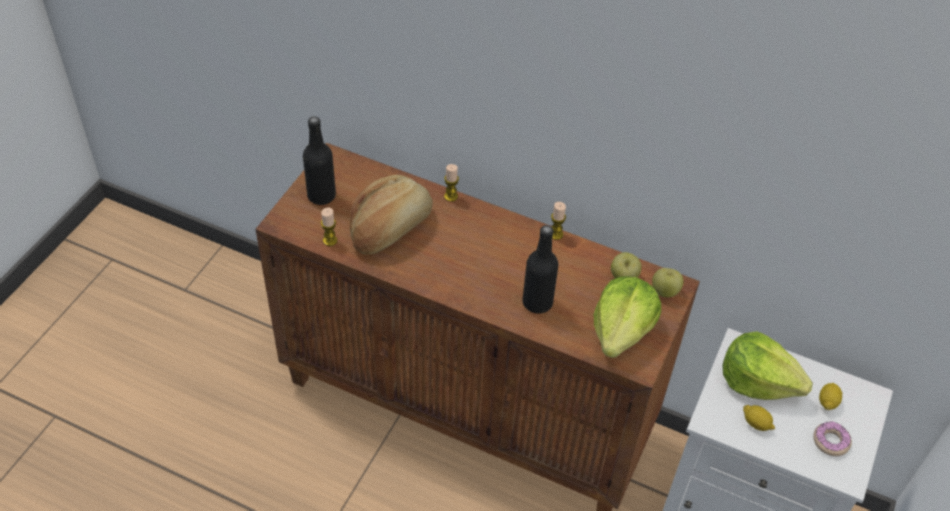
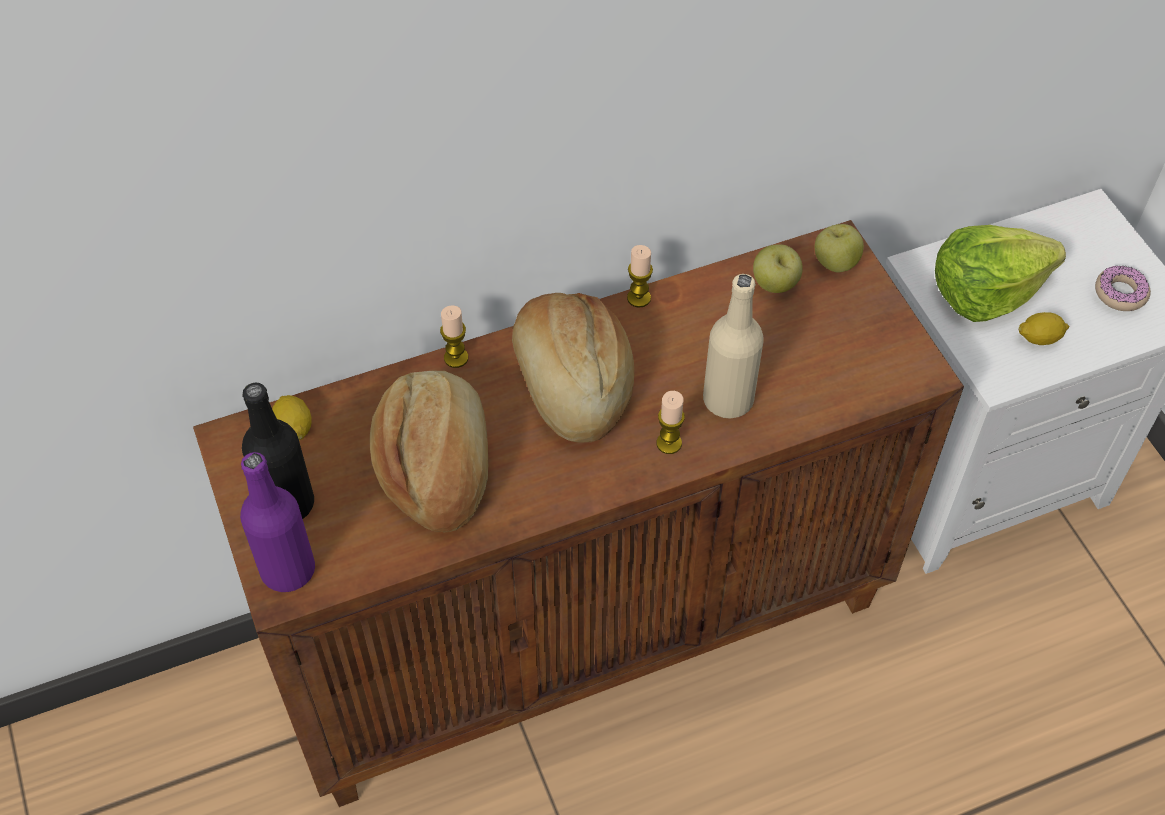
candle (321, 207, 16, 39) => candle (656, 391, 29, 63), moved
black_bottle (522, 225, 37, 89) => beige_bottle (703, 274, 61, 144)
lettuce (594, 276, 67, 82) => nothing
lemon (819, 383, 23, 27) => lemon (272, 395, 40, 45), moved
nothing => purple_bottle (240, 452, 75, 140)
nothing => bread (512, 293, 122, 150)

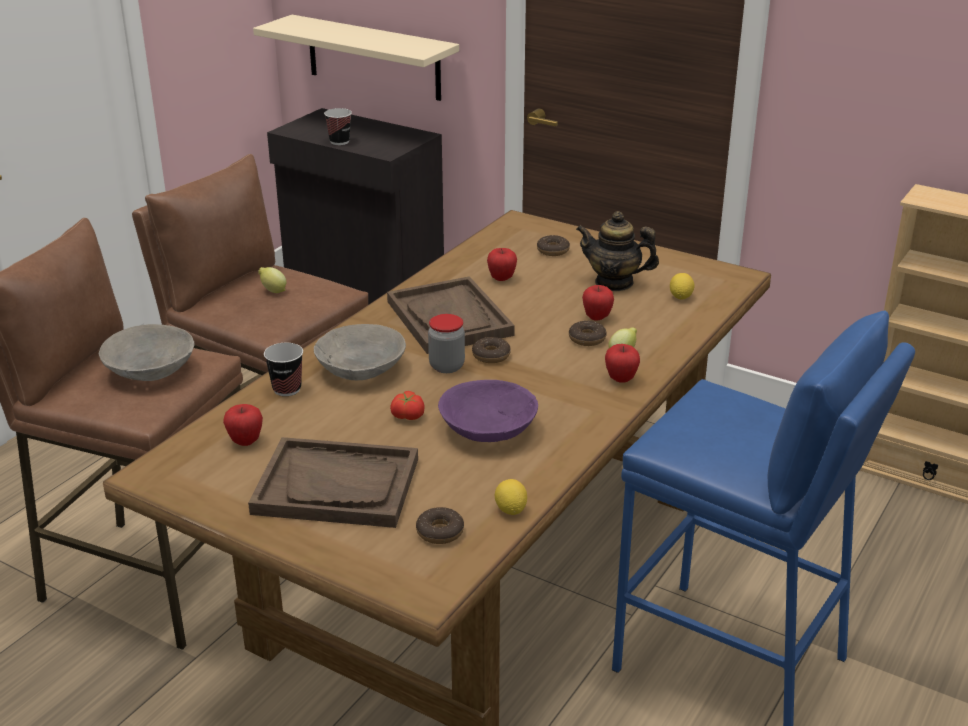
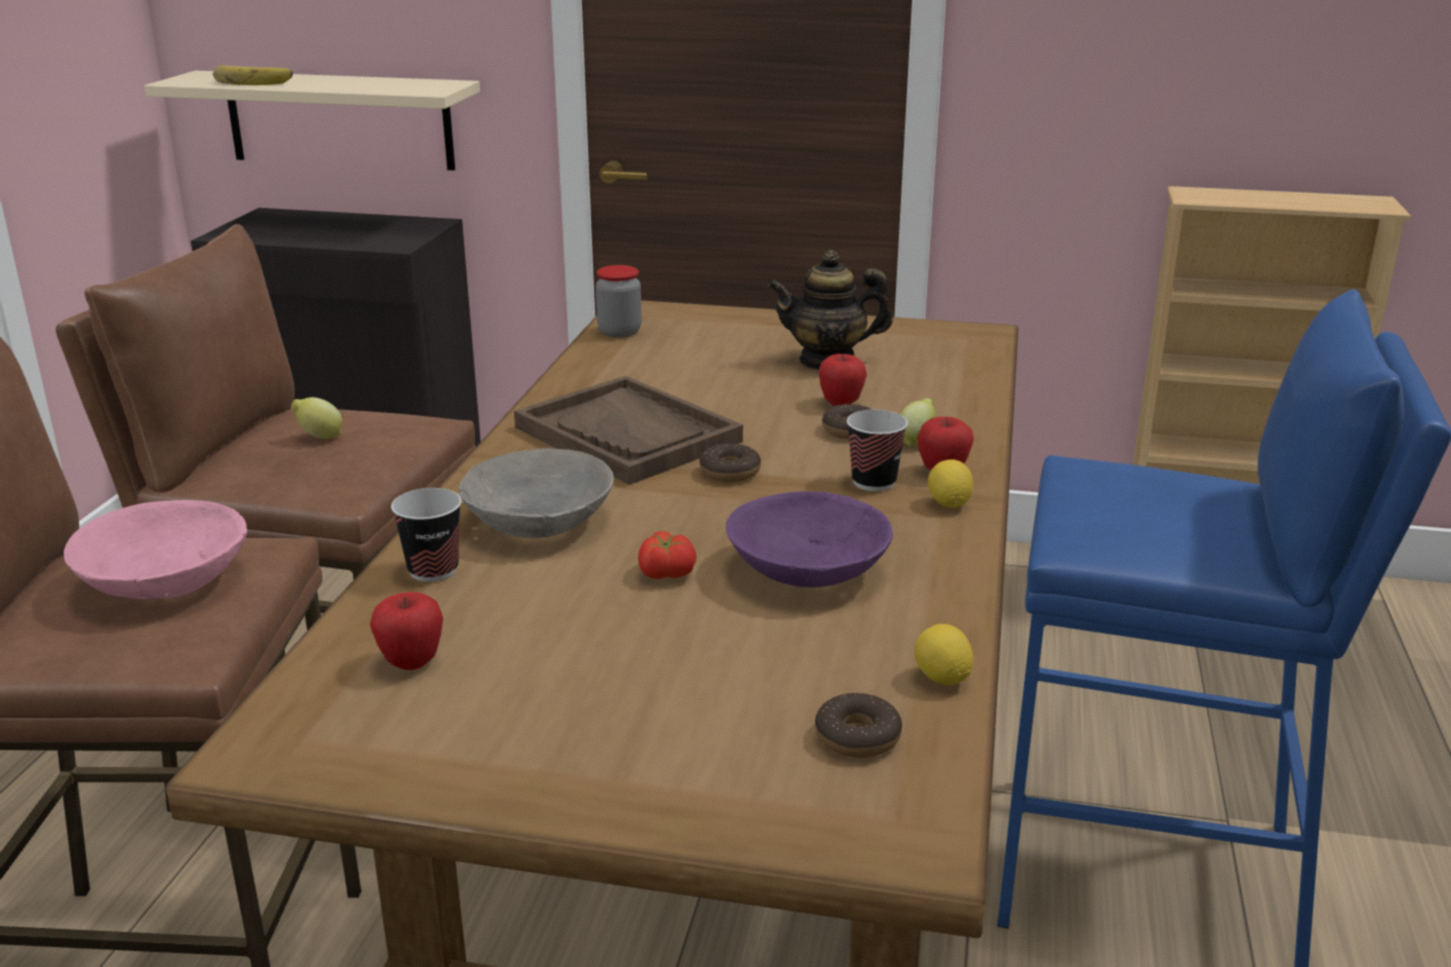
grey_bowl (99, 324, 95, 57) => pink_bowl (64, 500, 183, 99)
brown_tray (248, 437, 170, 91) => nothing
cup (324, 108, 28, 37) => cup (847, 410, 61, 81), moved
jar (428, 314, 37, 59) => jar (596, 265, 46, 73), moved
apple (487, 248, 30, 33) => nothing
donut (537, 235, 33, 21) => nothing
lemon (670, 273, 25, 27) => lemon (928, 460, 45, 48), moved
nothing => banana (213, 65, 80, 20)

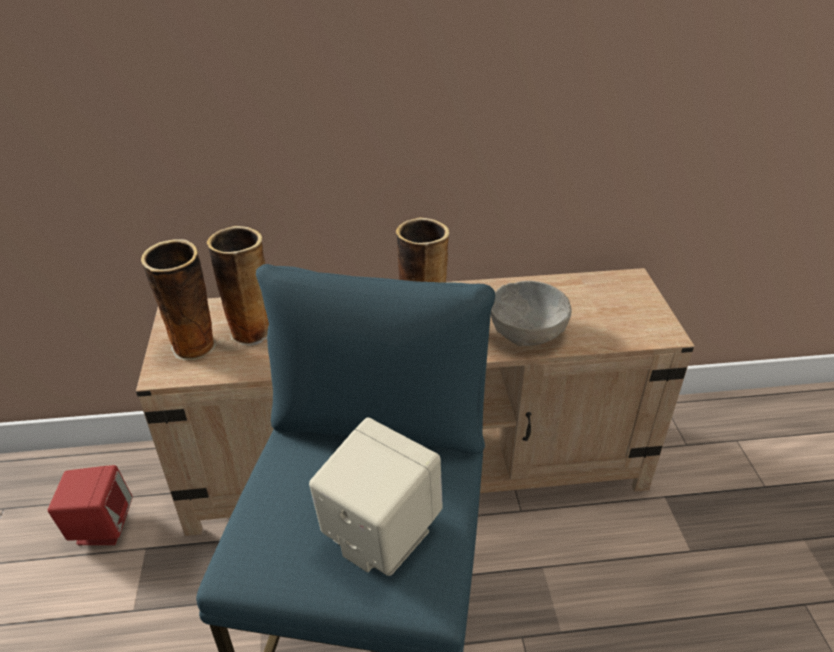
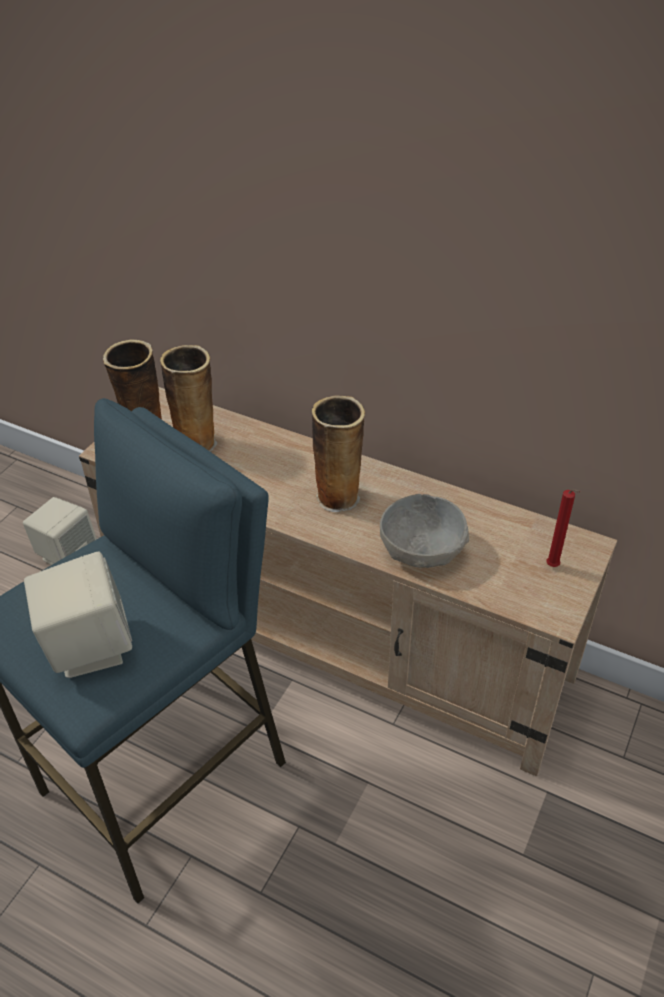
red_speaker (48, 465, 85, 80) => beige_speaker (23, 497, 74, 68)
nothing => red_candle (546, 489, 35, 78)

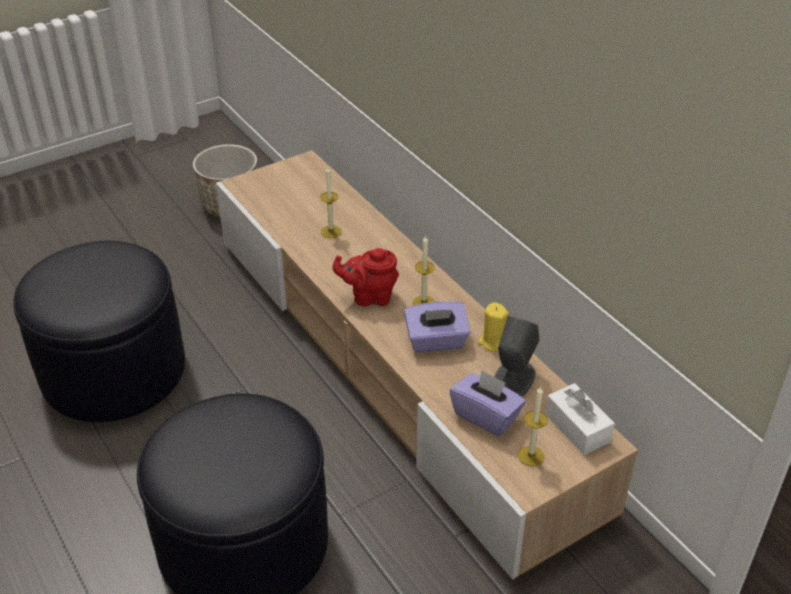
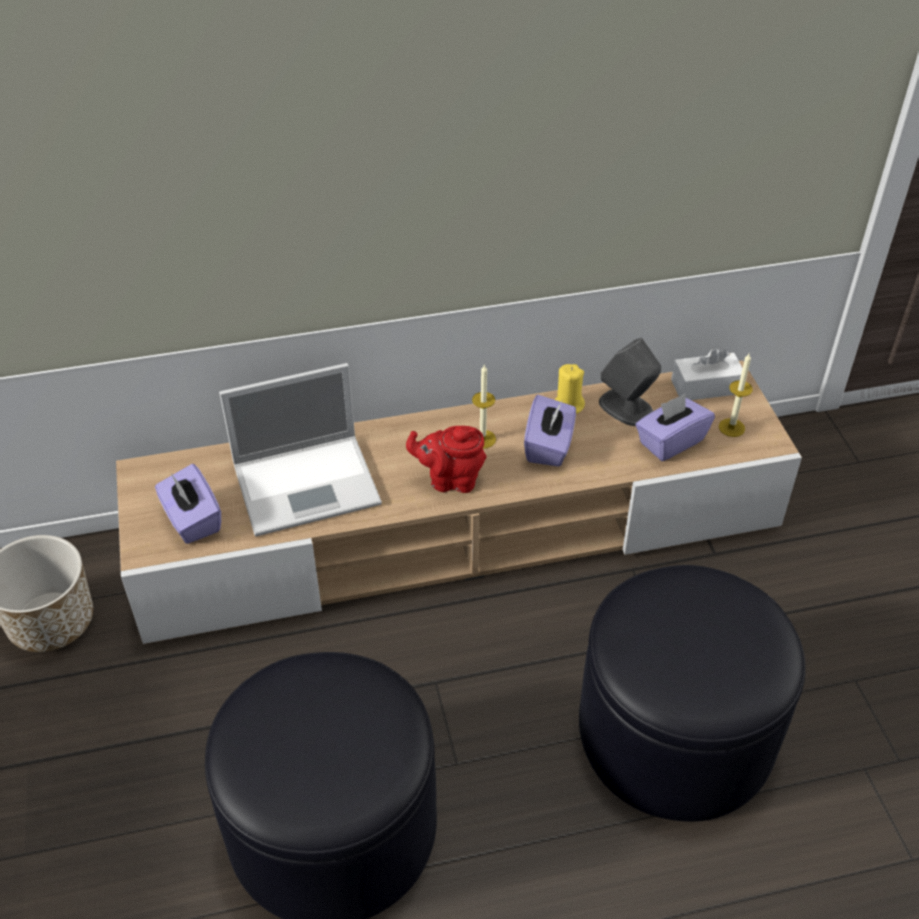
candle (320, 167, 22, 71) => laptop (219, 363, 163, 174)
red_teapot (332, 248, 67, 58) => red_teapot (406, 426, 80, 67), 75 degrees clockwise
nothing => purple_tissue_box (155, 464, 66, 80)

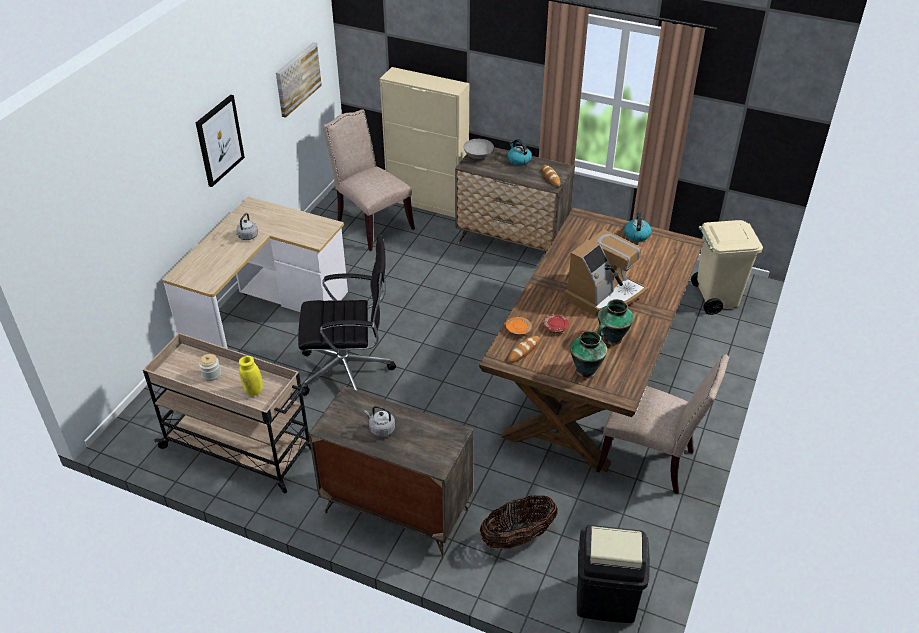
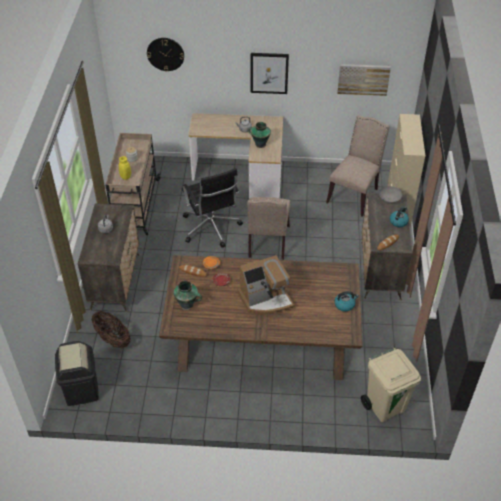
coffee_machine (564, 229, 84, 87) => coffee_machine (237, 255, 57, 60), 45 degrees counterclockwise
beige_chair (596, 355, 133, 139) => beige_chair (247, 197, 43, 63), moved
vase (597, 299, 37, 46) => vase (248, 122, 23, 26), moved
nothing => wall_clock (147, 38, 37, 34)

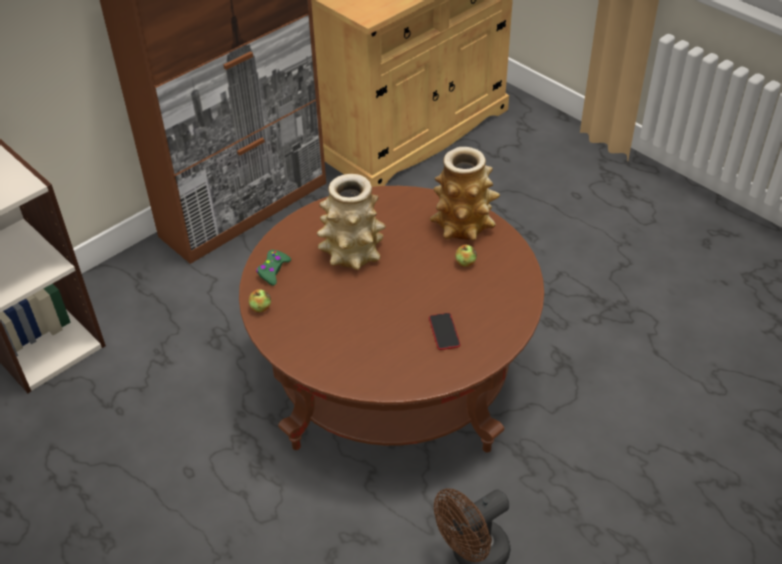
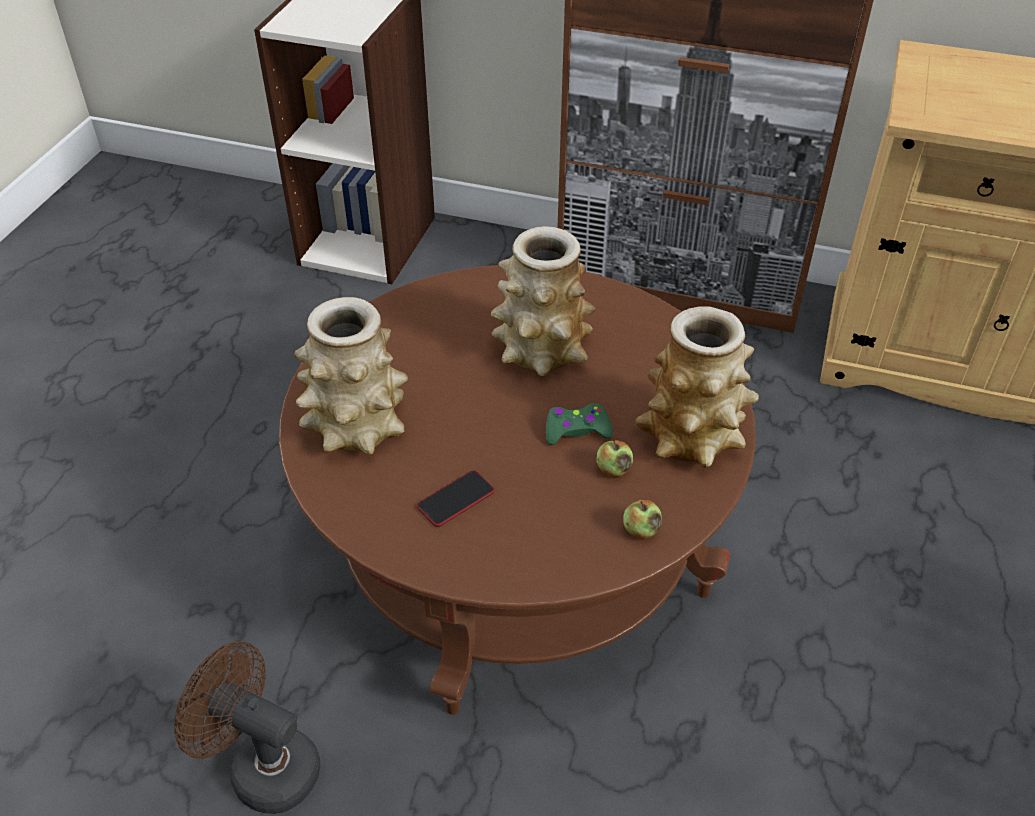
apple (249, 289, 22, 24) => apple (623, 500, 39, 39), moved
green_game_controller (256, 250, 35, 36) => green_game_controller (546, 403, 67, 42), moved
nothing => vase (294, 297, 114, 158)

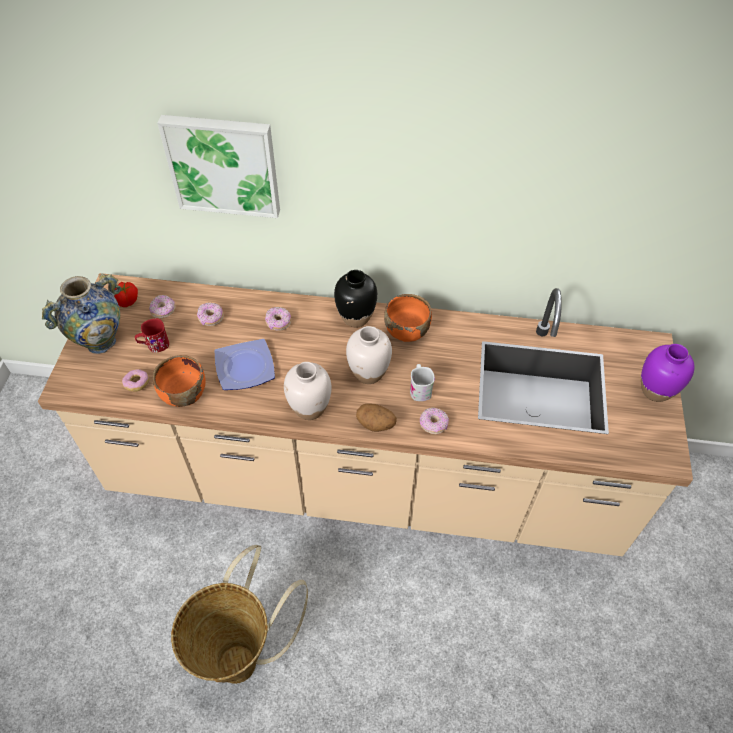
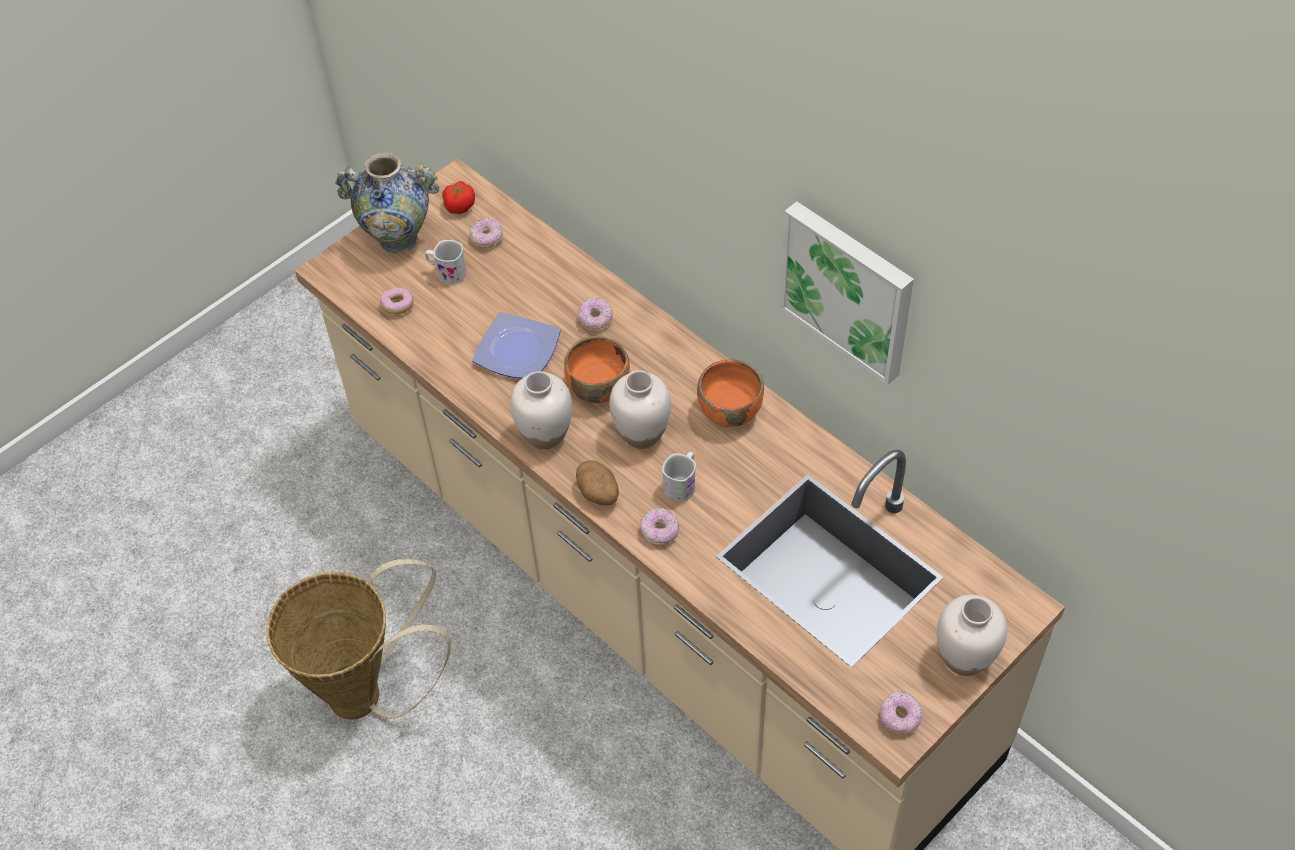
red_mug (135, 318, 34, 35) => white_mug (425, 240, 41, 44)
orange_bowl (153, 355, 53, 52) => orange_bowl (564, 336, 66, 67), moved
picture (157, 115, 123, 103) => picture (779, 201, 135, 184), moved
donut (197, 303, 27, 23) => donut (880, 691, 43, 43), moved
black_vase (334, 270, 43, 58) => nothing
purple_vase (641, 344, 54, 58) => white_vase (937, 595, 70, 81)

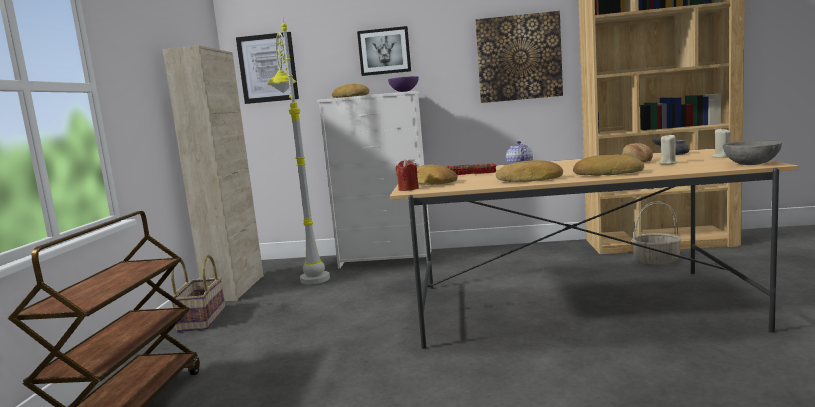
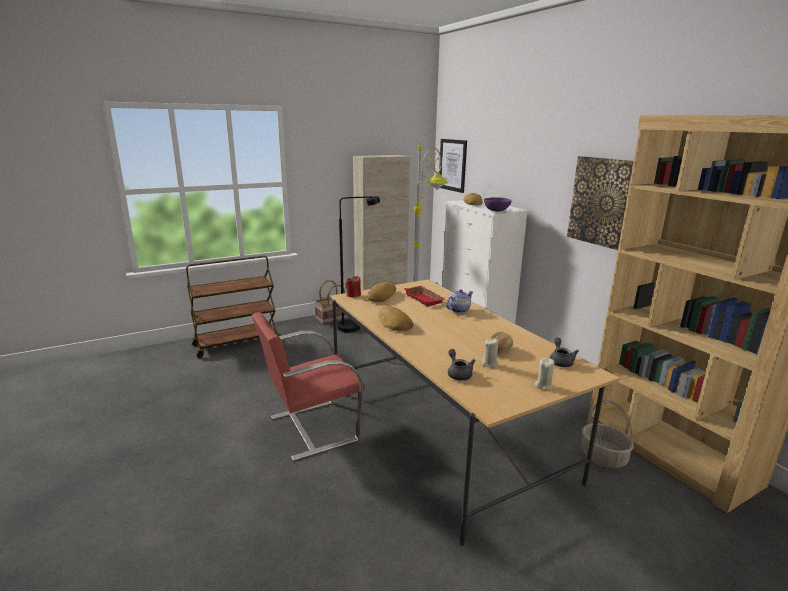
picture (357, 26, 54, 50) => nothing
bread (573, 155, 71, 21) => nothing
grey_bowl (723, 141, 59, 24) => nothing
nothing => red_chair (252, 312, 113, 149)
nothing => black_floor_lamp (337, 196, 43, 137)
nothing => grey_teapot (448, 349, 28, 32)

